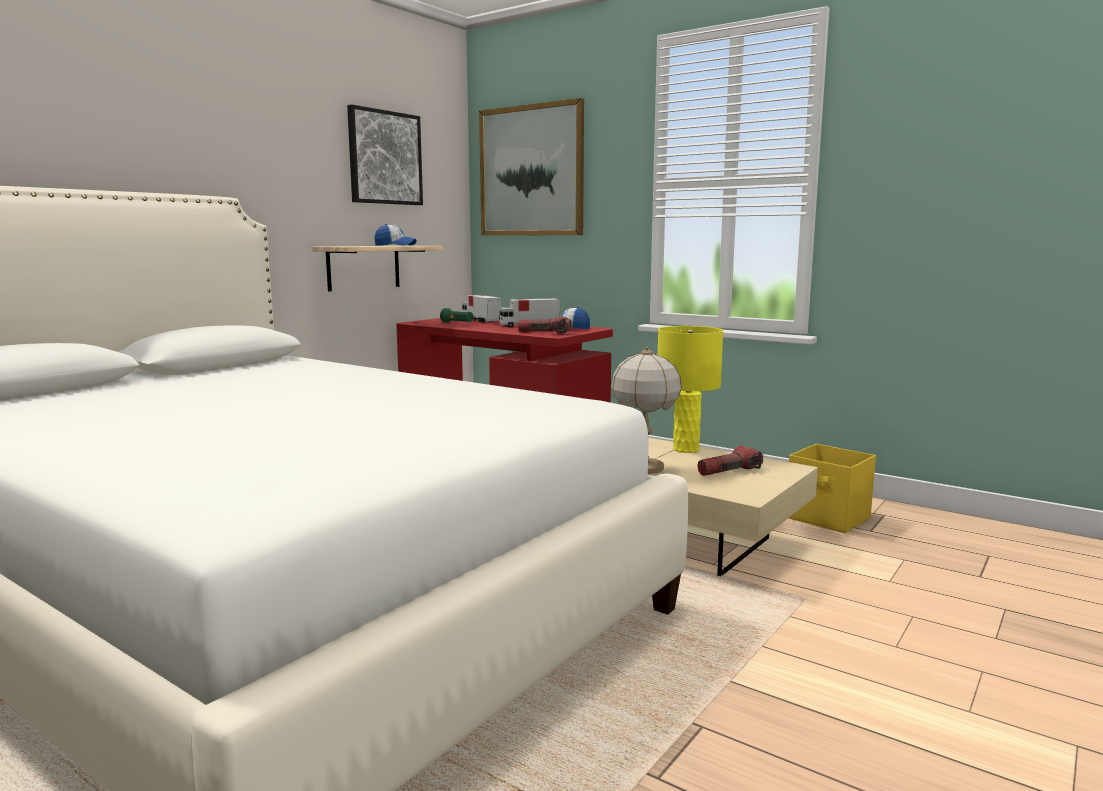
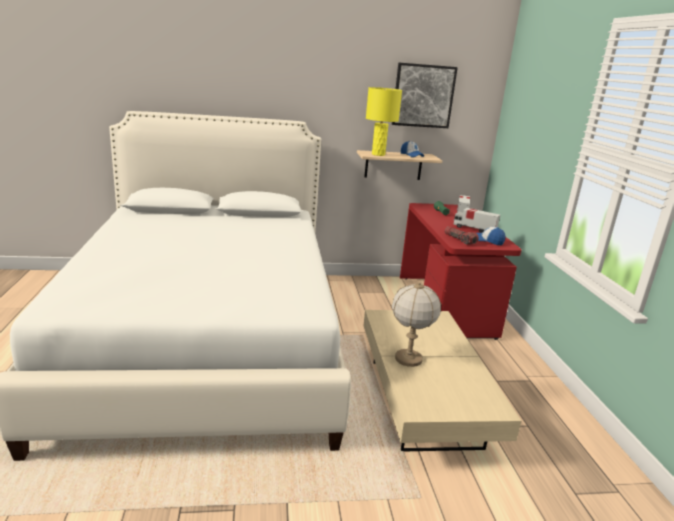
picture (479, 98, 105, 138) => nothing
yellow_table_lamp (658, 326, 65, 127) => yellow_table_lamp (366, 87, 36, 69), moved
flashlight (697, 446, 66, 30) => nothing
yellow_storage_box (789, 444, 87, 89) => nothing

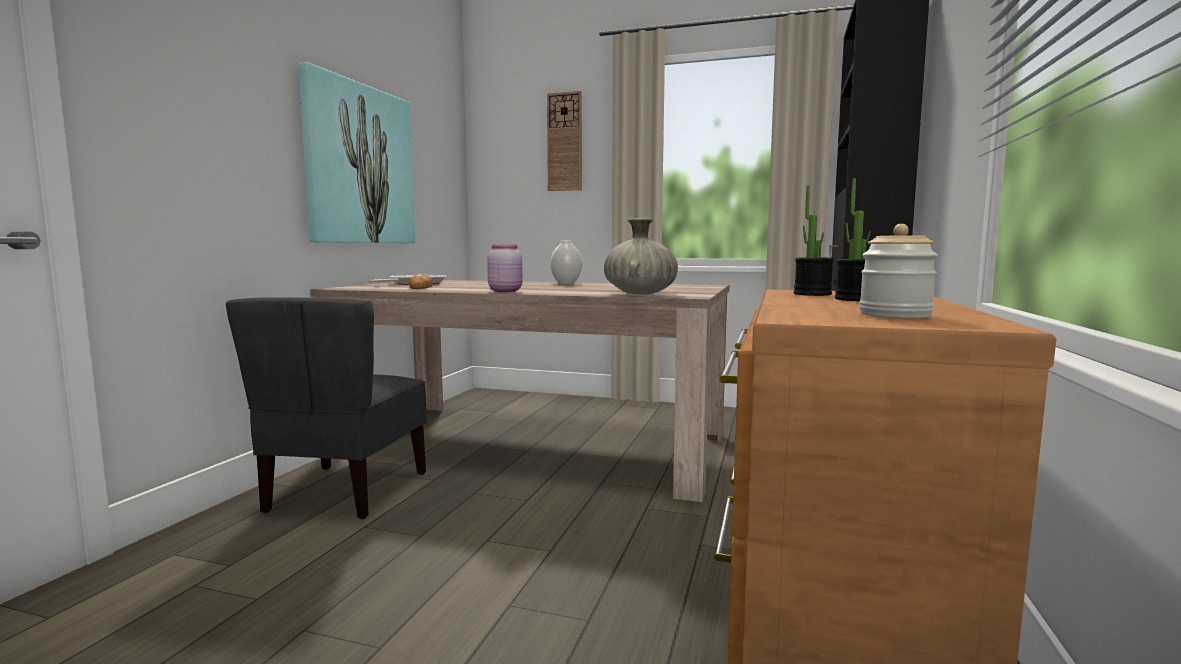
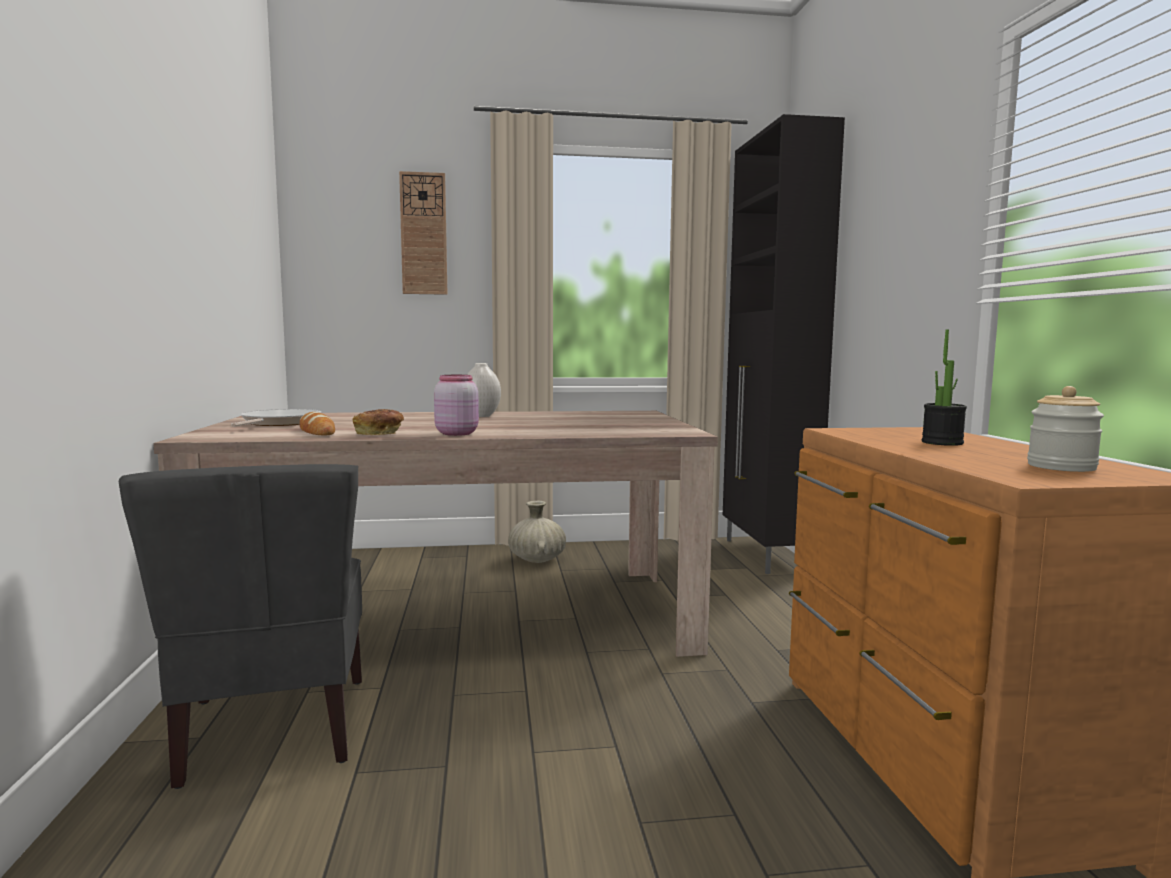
picture (298, 62, 117, 181) => nothing
beige_vase (604, 218, 74, 77) => beige_vase (508, 501, 58, 62), moved
potted_plant (794, 186, 40, 110) => nothing
nothing => bread (353, 409, 51, 26)

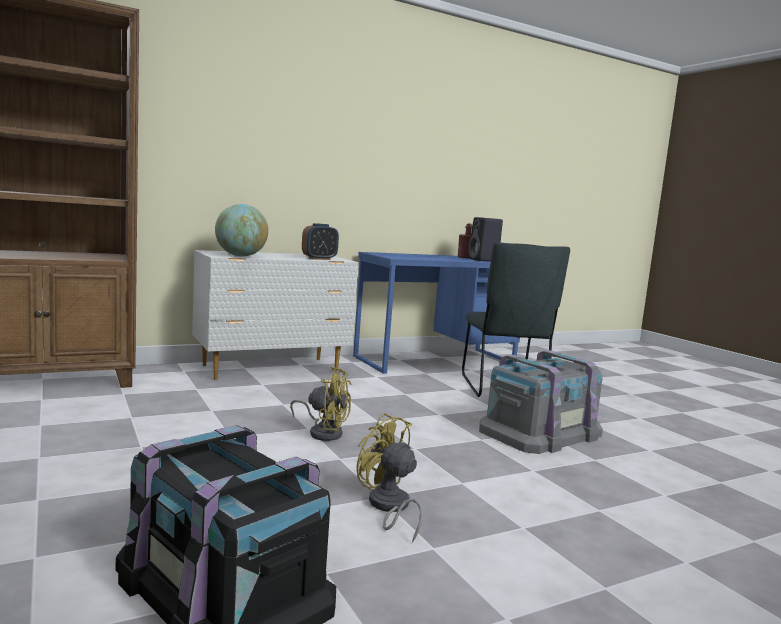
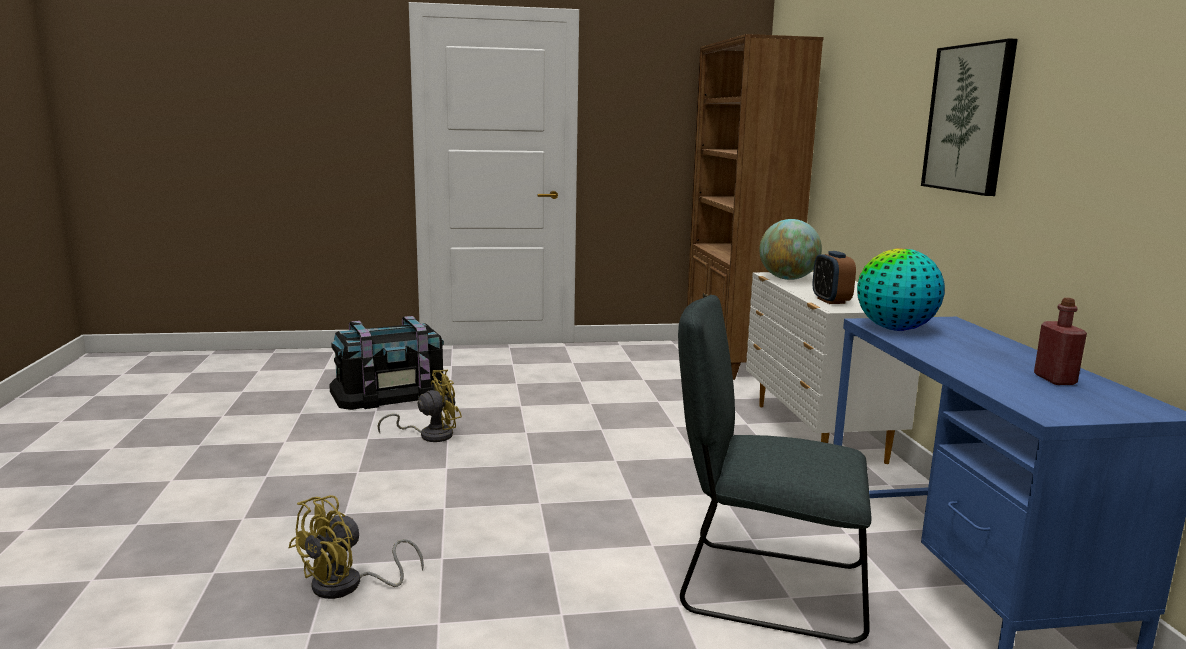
yellow_fan (290, 367, 61, 74) => yellow_fan (288, 495, 136, 104), moved
black_speaker (468, 217, 35, 45) => nothing
grey_storage_box (479, 350, 124, 104) => nothing
nothing => globe (857, 248, 88, 83)
nothing => picture (921, 38, 97, 158)

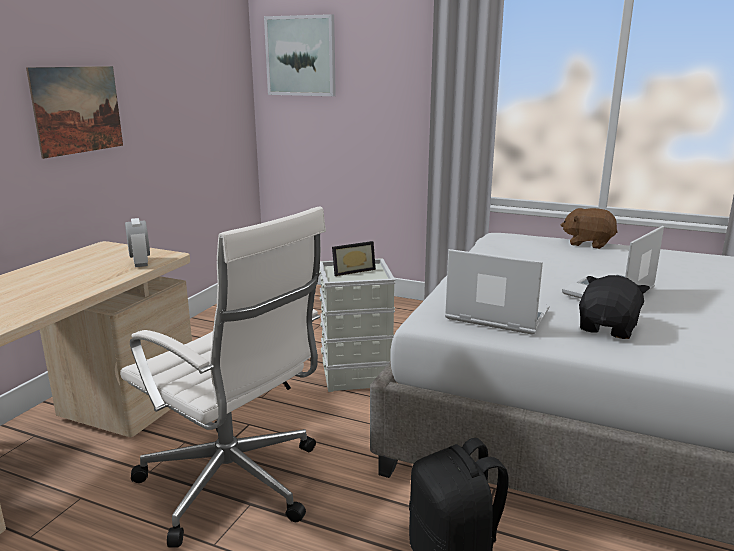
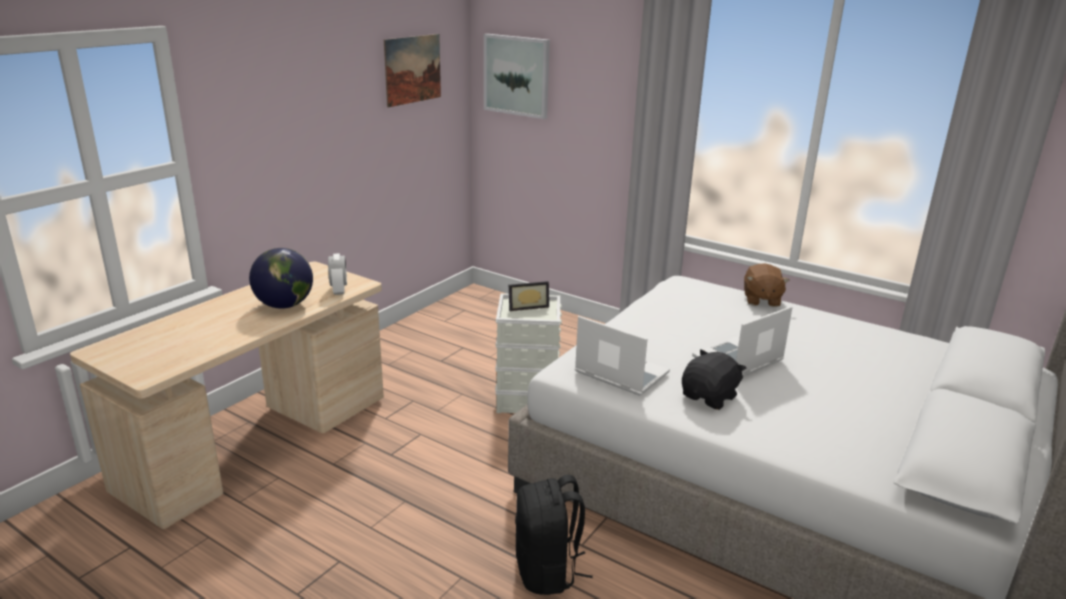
picture (26, 66, 97, 93) => picture (384, 34, 57, 73), moved
white_office_chair (120, 206, 206, 341) => nothing
brown_plush_toy (561, 208, 57, 41) => brown_plush_toy (744, 263, 46, 44), 120 degrees counterclockwise
nothing => globe (249, 248, 64, 61)

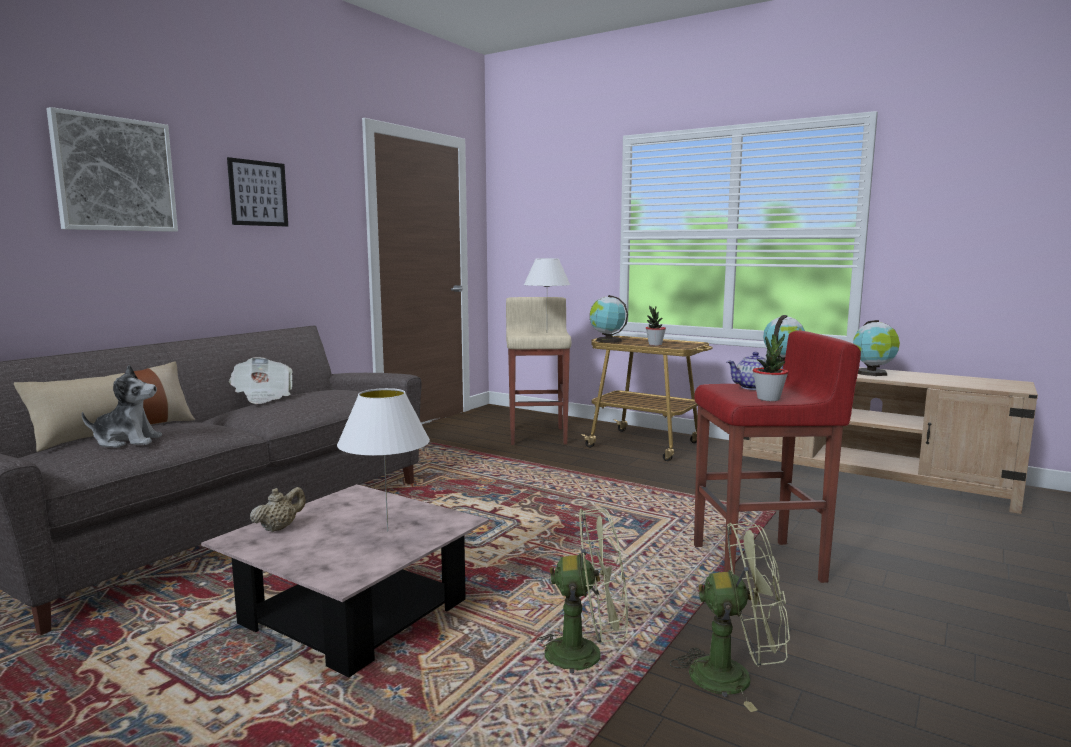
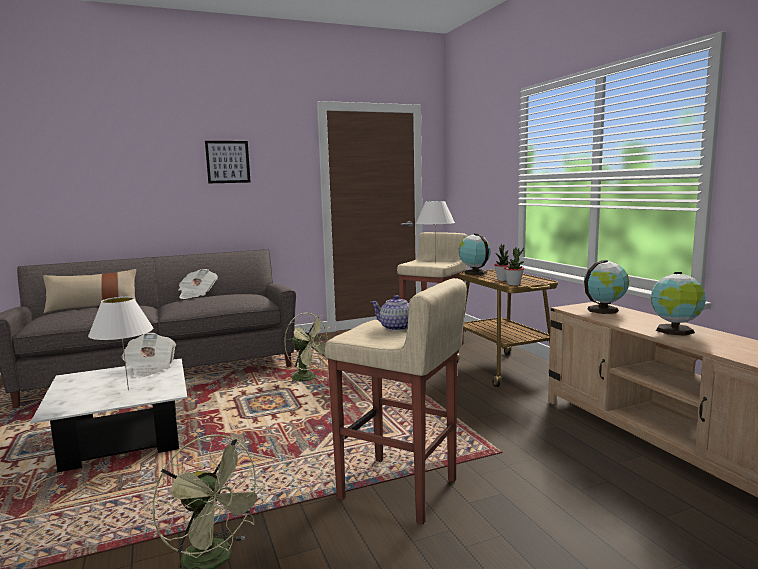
picture (46, 107, 132, 125) => nothing
plush_toy (82, 365, 80, 83) => nothing
pink_coffee_table (201, 484, 288, 193) => white_coffee_table (31, 358, 156, 114)
beige_teapot (250, 487, 56, 45) => nothing
green_fan (536, 508, 92, 165) => green_fan (284, 313, 48, 68), moved
red_stool (694, 330, 167, 253) => beige_stool (324, 278, 143, 247)
potted_plant (753, 333, 35, 68) => potted_plant (504, 248, 20, 38), moved
nothing => newspaper (122, 333, 54, 45)

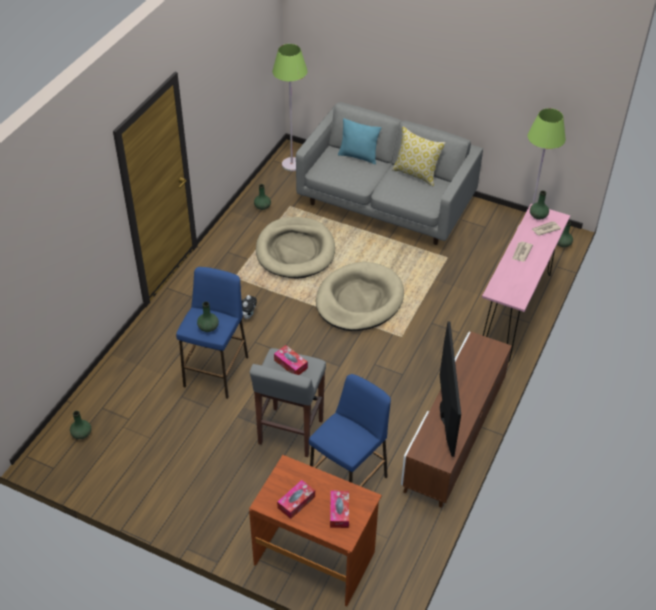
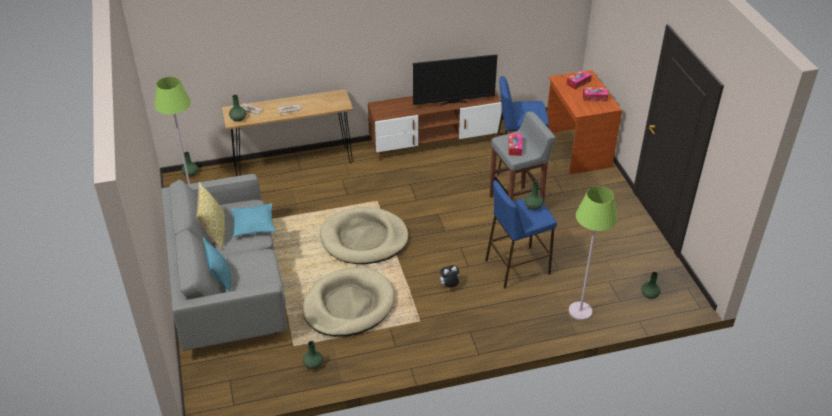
green_floor_lamp (272, 44, 36, 127) => green_floor_lamp (569, 186, 49, 134), moved
television (440, 321, 21, 136) => television (413, 54, 85, 52), 150 degrees counterclockwise
pink_console_table (482, 204, 88, 159) => brown_console_table (222, 89, 131, 87)
nothing => turquoise_pillow (231, 203, 45, 34)

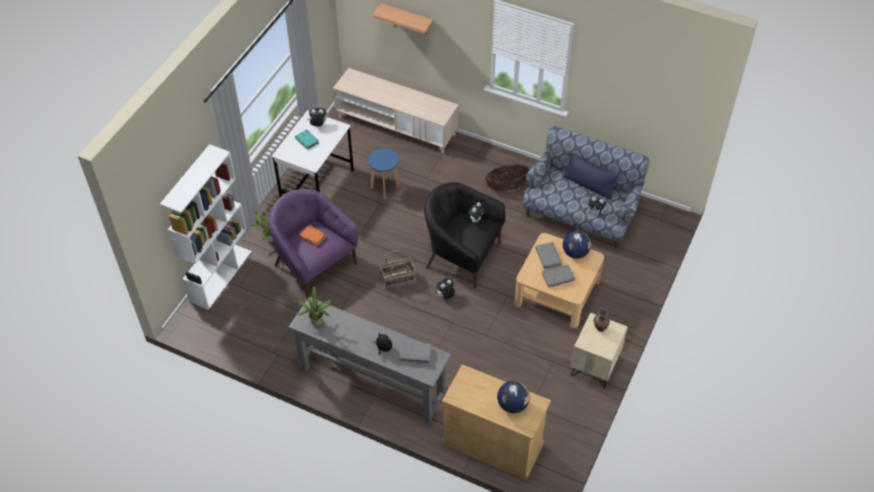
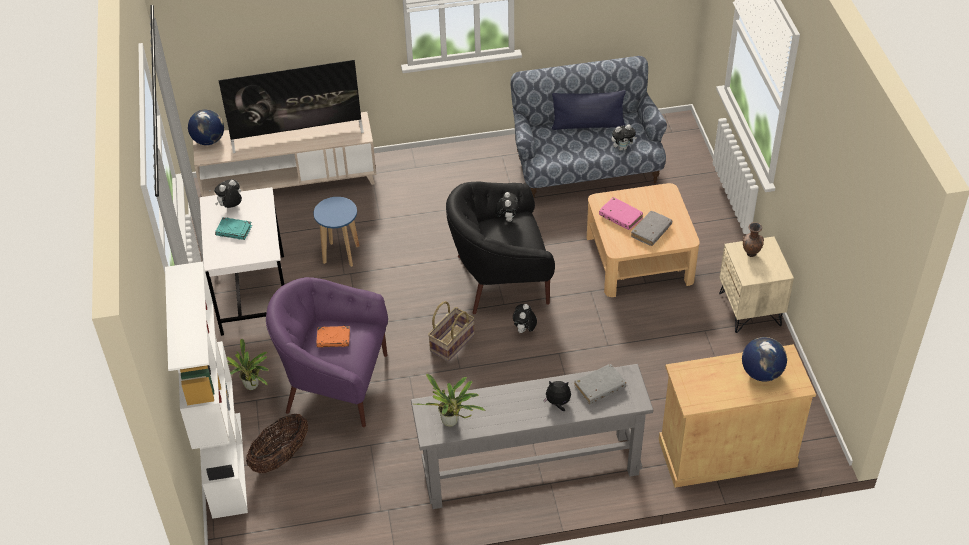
shelf (372, 3, 61, 31) => nothing
basket (485, 165, 44, 26) => basket (246, 414, 62, 59), moved
grey_book (536, 242, 26, 27) => pink_book (599, 197, 44, 33)
globe (563, 231, 28, 28) => globe (188, 109, 36, 36), moved
nothing => television (218, 60, 146, 93)

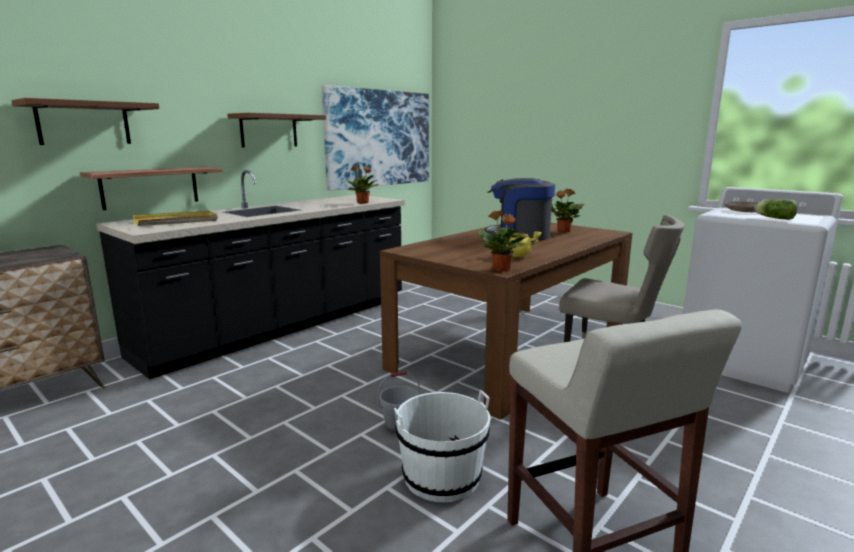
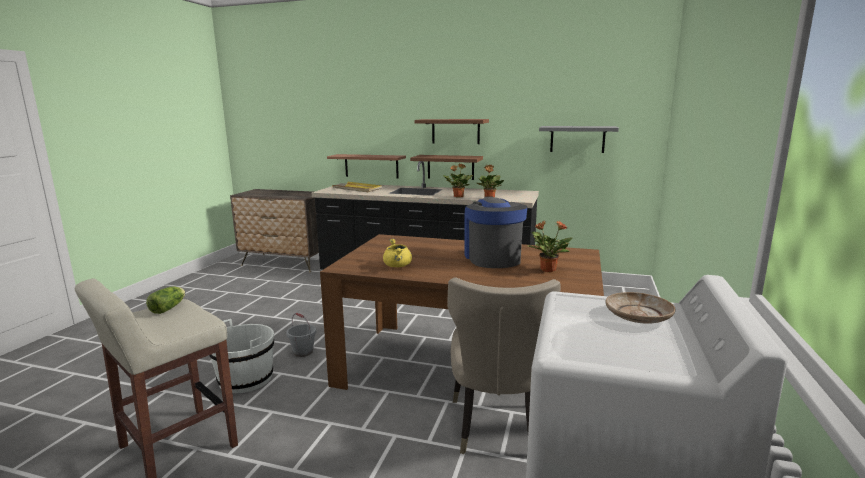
brown_shelf (11, 98, 148, 47) => brown_shelf (410, 155, 73, 25), moved
picture (321, 85, 108, 105) => grey_shelf (539, 126, 80, 27)
potted_plant (479, 210, 51, 61) => potted_plant (443, 164, 30, 34), moved
lettuce (754, 199, 44, 21) => lettuce (146, 286, 39, 28), moved

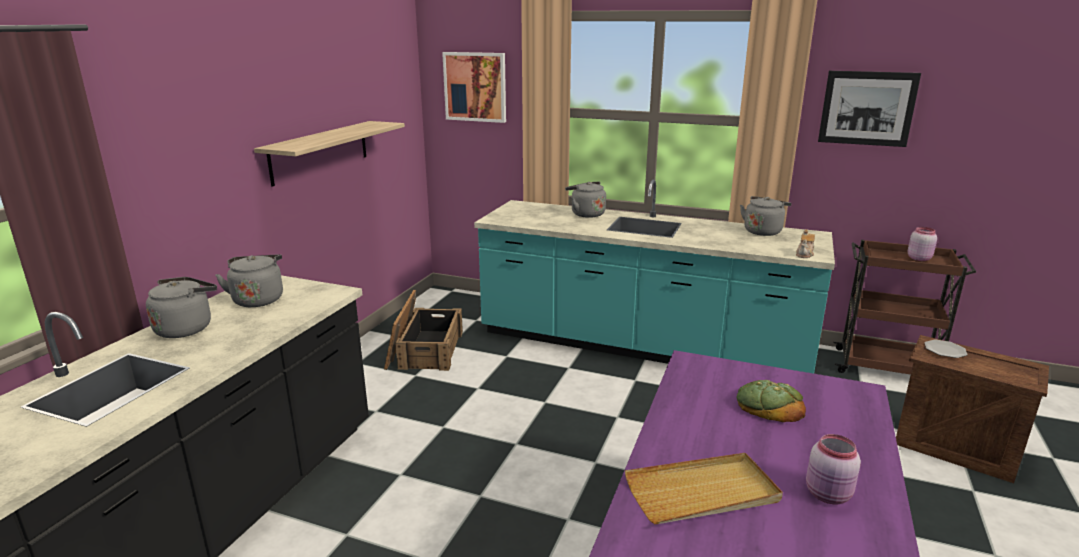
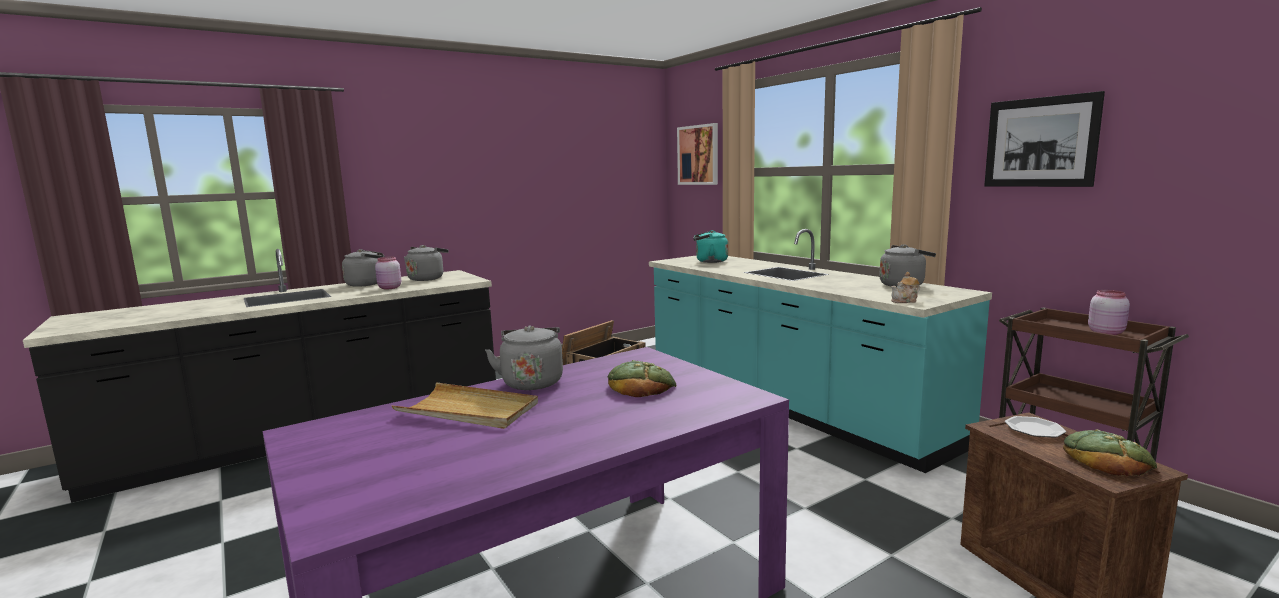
shelf (254, 121, 151, 66) => nothing
grey_kettle (565, 182, 41, 36) => grey_kettle (485, 325, 78, 65), moved
pink_jar (806, 434, 55, 70) => pink_jar (375, 257, 26, 32), moved
nothing => turquoise_kettle (693, 230, 35, 33)
nothing => bread (1063, 429, 94, 47)

